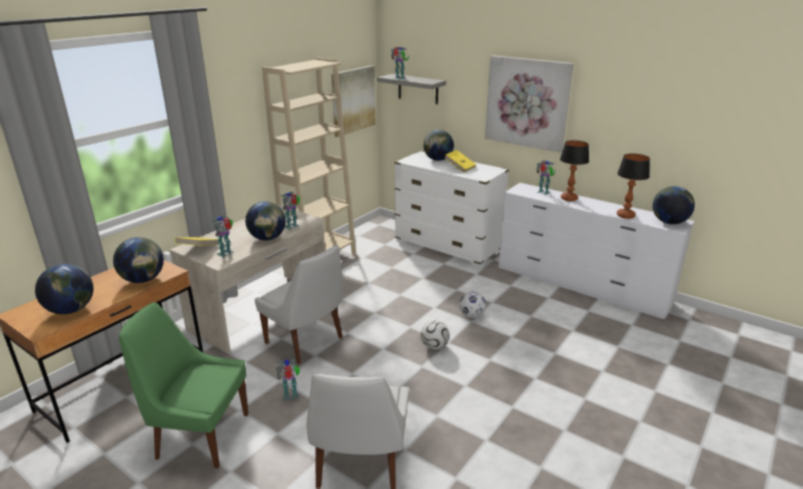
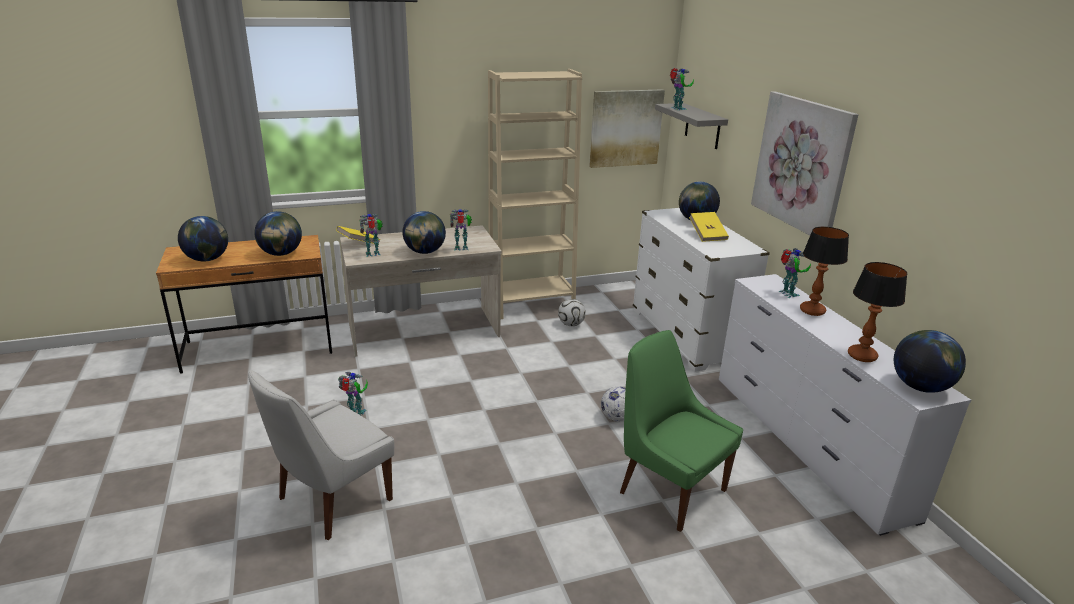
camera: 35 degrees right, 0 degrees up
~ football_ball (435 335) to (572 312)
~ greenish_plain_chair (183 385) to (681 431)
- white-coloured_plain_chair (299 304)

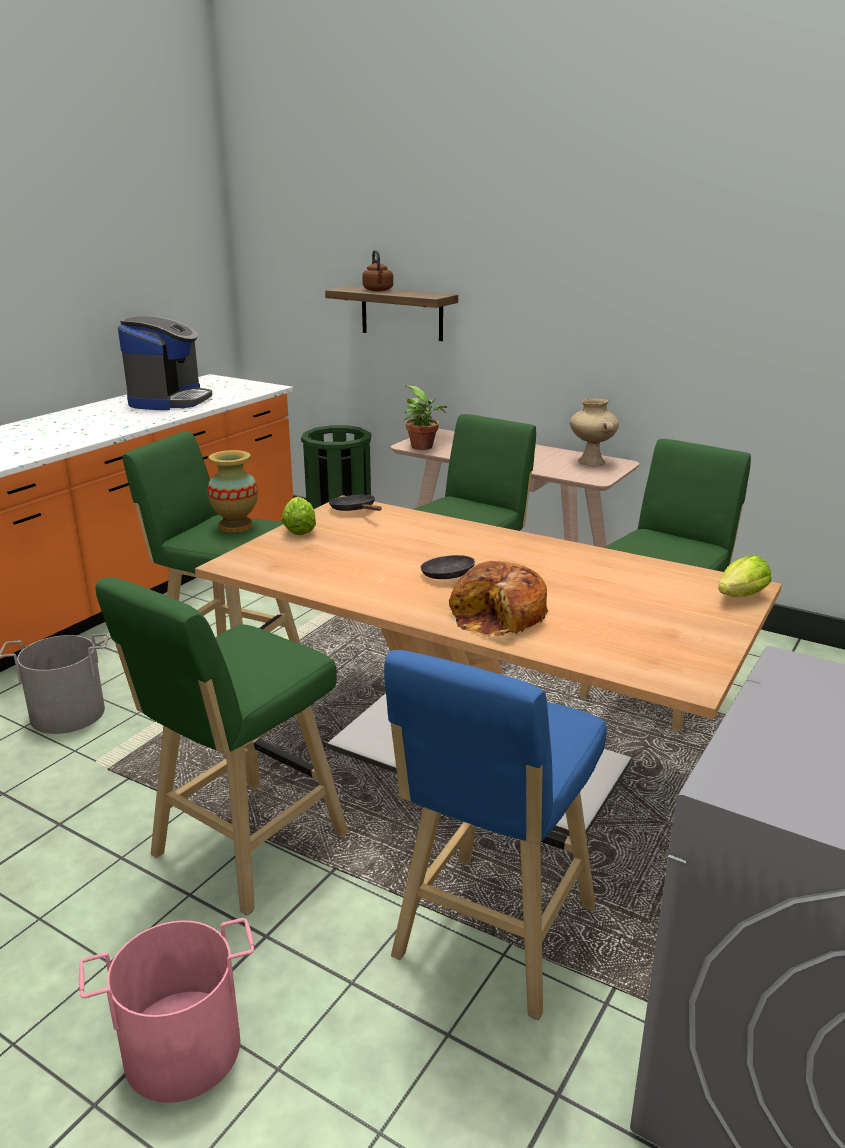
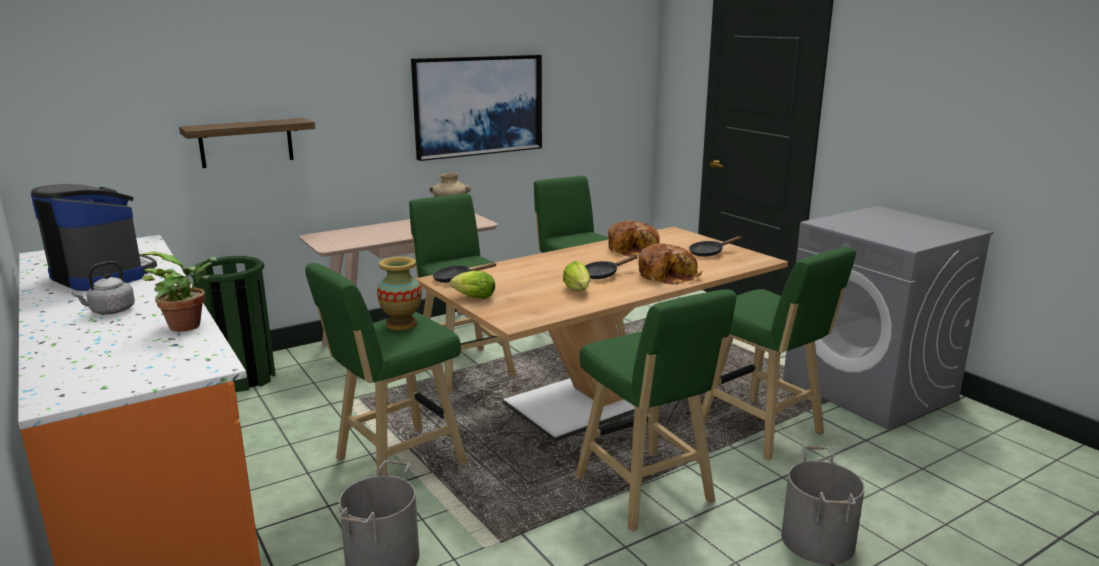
camera: 65 degrees left, 5 degrees down
+ greyish_tea_kettle (103 287)
~ plant_in_a_pot (426 417) to (178 291)
+ wall_picture (476 108)
~ head_of_lettuce (744 576) to (576 276)
+ bakery_bread (634 238)
+ black-coloured_skillet (715 246)
~ blue_stool_seat (495 835) to greenish_stool_seat (779 354)
~ pink_bucket (166 1010) to greyish_bucket (823 505)
- brown_tea_kettle (377 270)

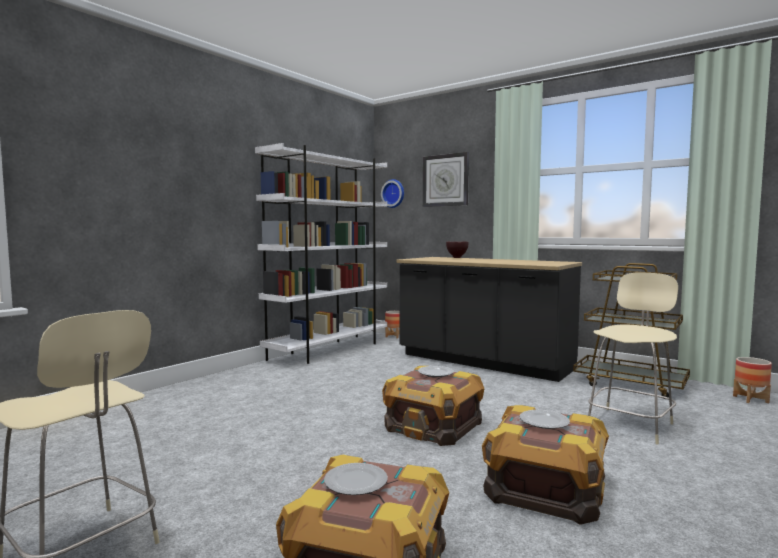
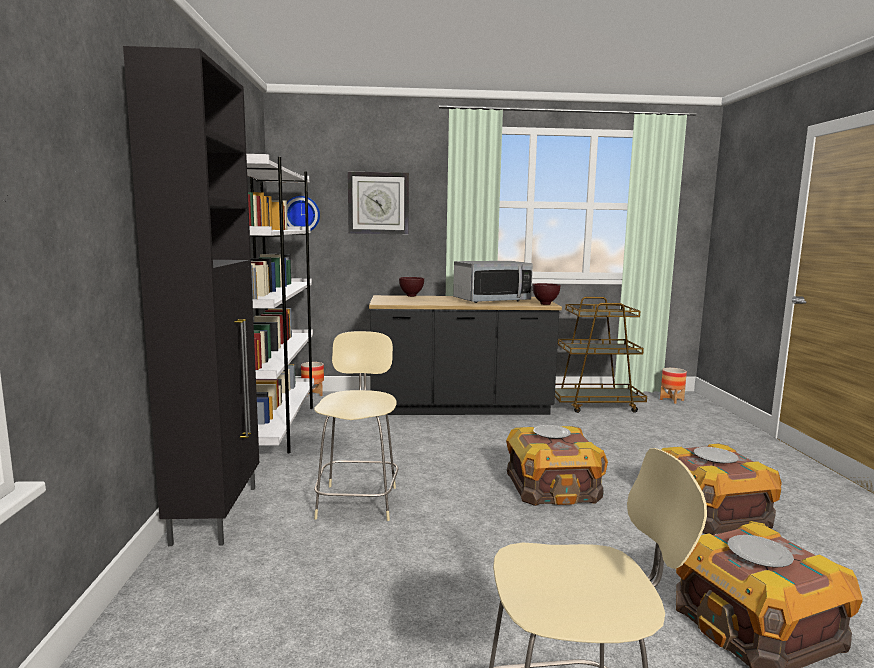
camera: 40 degrees left, 5 degrees up
+ black-coloured_cupboard (191 296)
~ sand-coloured_plain_chair (633 358) to (356 426)
+ kitchen_microwave (493 282)
+ brown_serving_bowl (546 294)

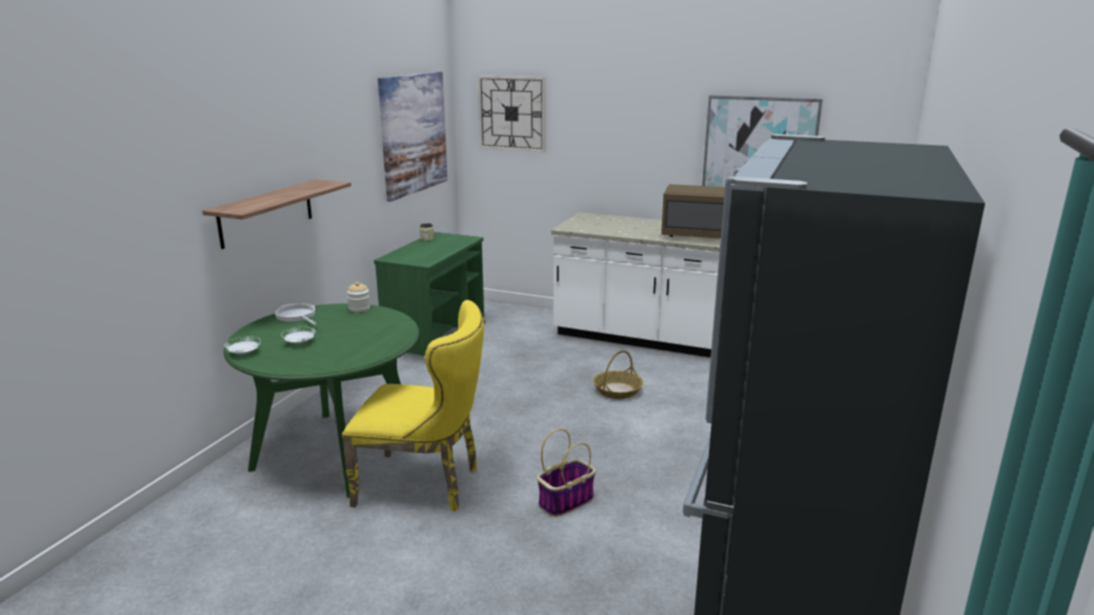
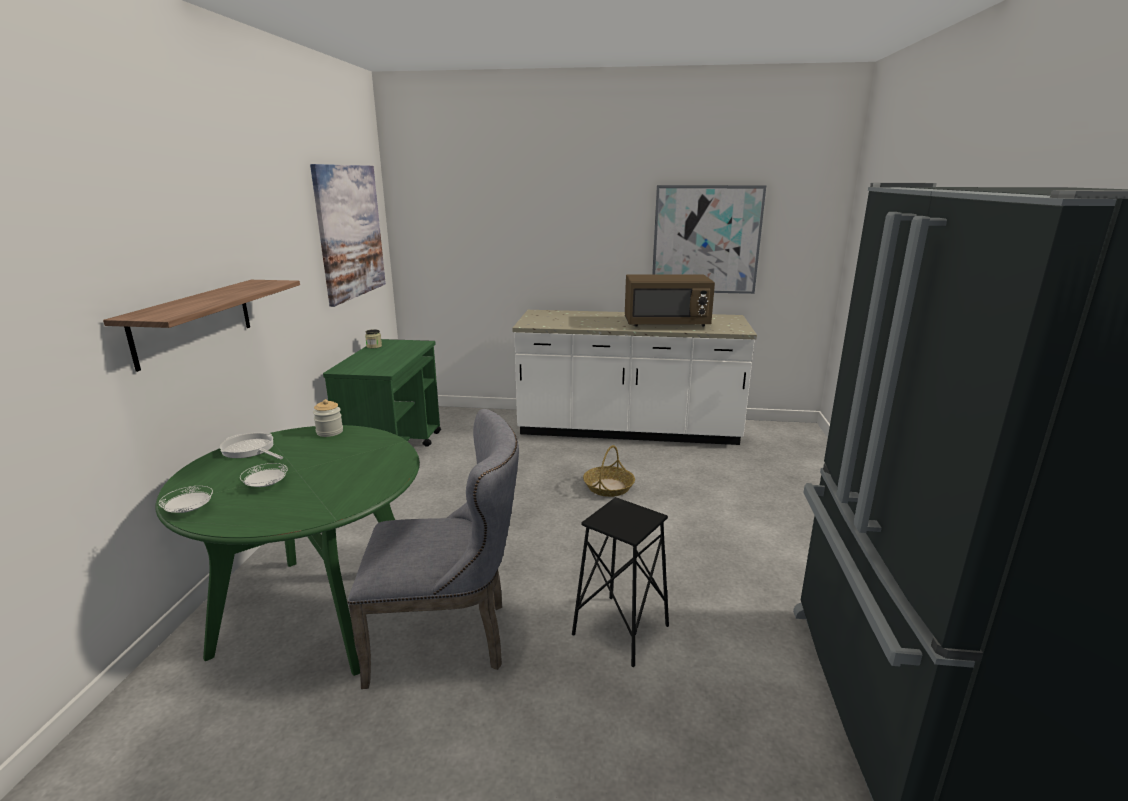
camera: 15 degrees left, 0 degrees up
~ yellow_plain_chair (413 406) to greyish_plain_chair (433 549)
~ basket (566 473) to black-coloured_stool_seat (620 582)
- hanging_clock (511 113)

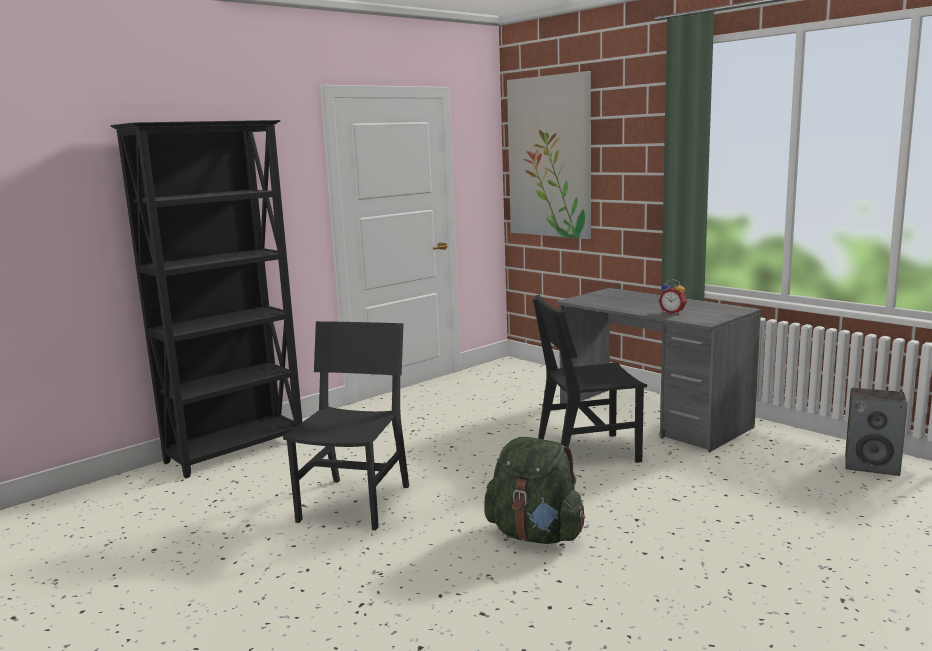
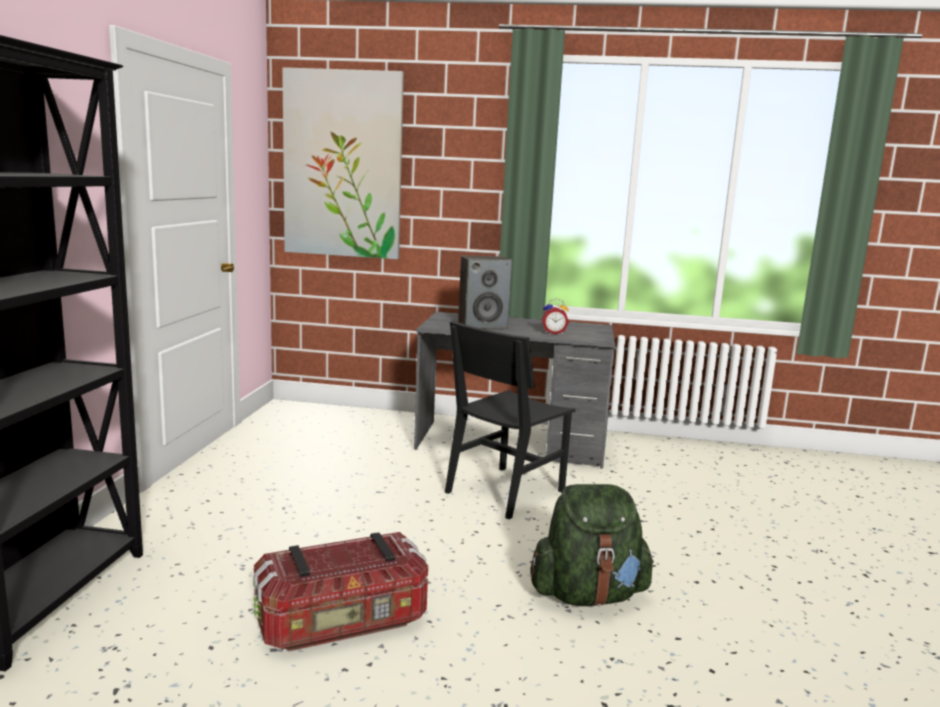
camera: 40 degrees left, 0 degrees up
~ black-coloured_plain_chair (346 425) to storage_box (340 591)
~ audio_speaker (876 432) to (485 292)

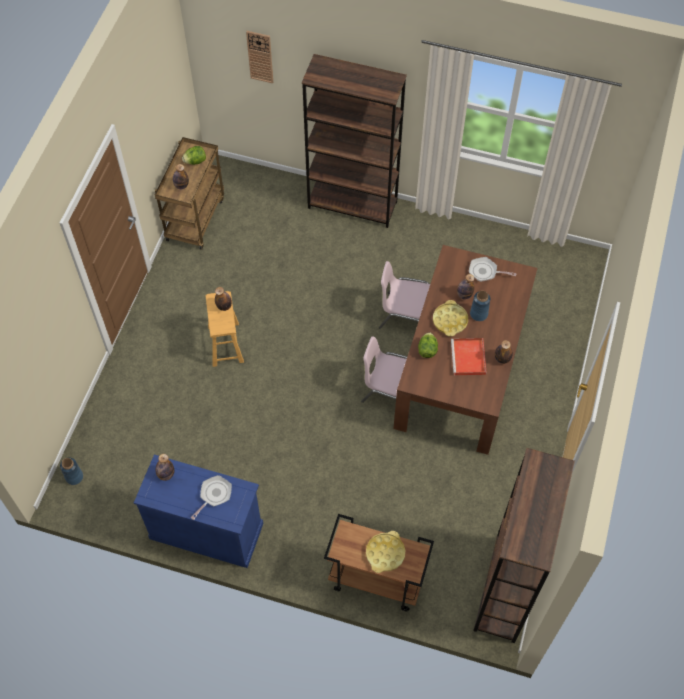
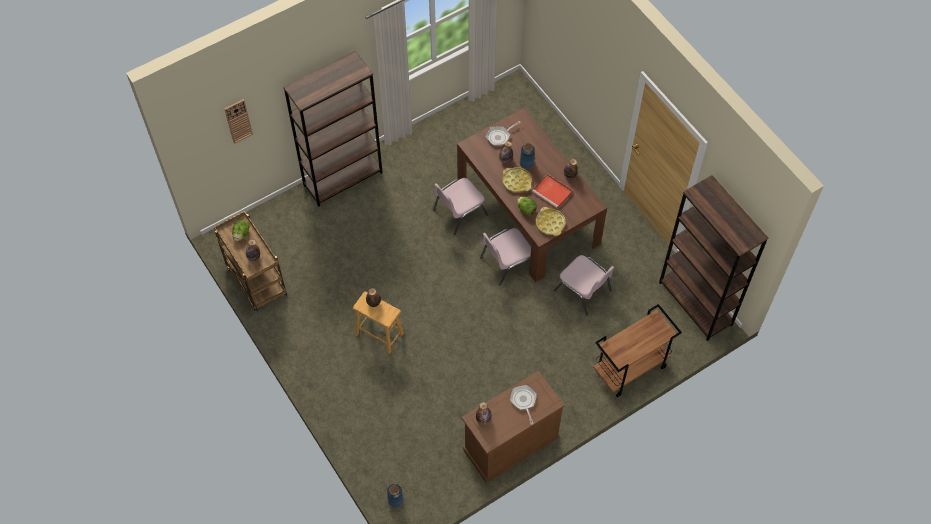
camera: 50 degrees left, 0 degrees up
~ blue_cupboard (198 511) to brown_cupboard (513 427)
~ yellow_tray (385 552) to (550 221)
+ pink_plain_chair (584 285)

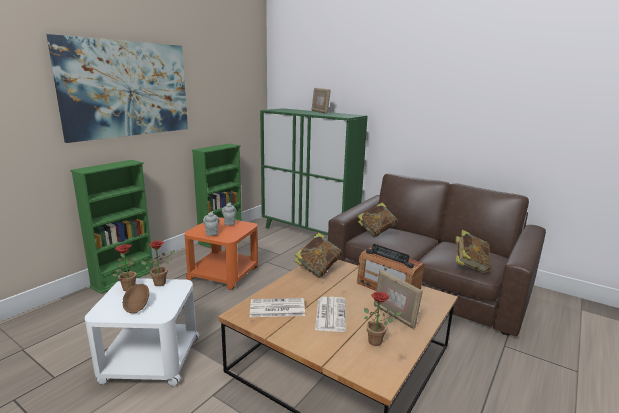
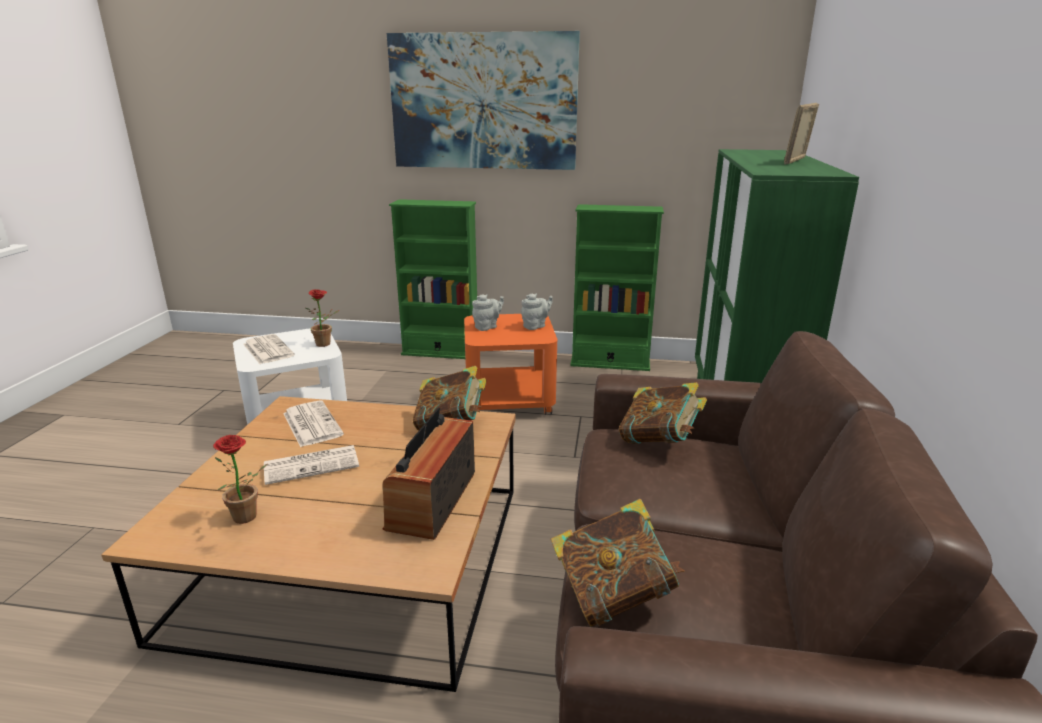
camera: 65 degrees right, 5 degrees up
~ brown_serving_bowl (135 298) to newspaper (269 349)
- plant_in_a_pot (125 268)
- standing_frame (398 299)

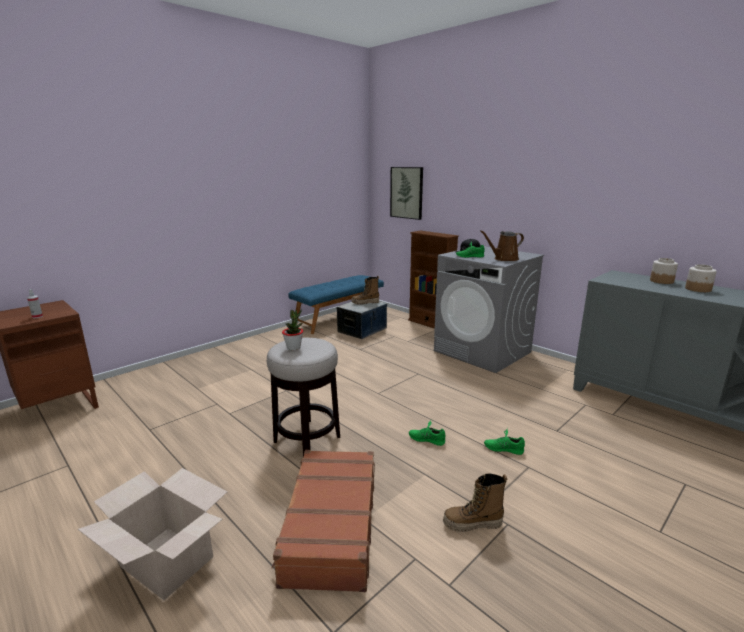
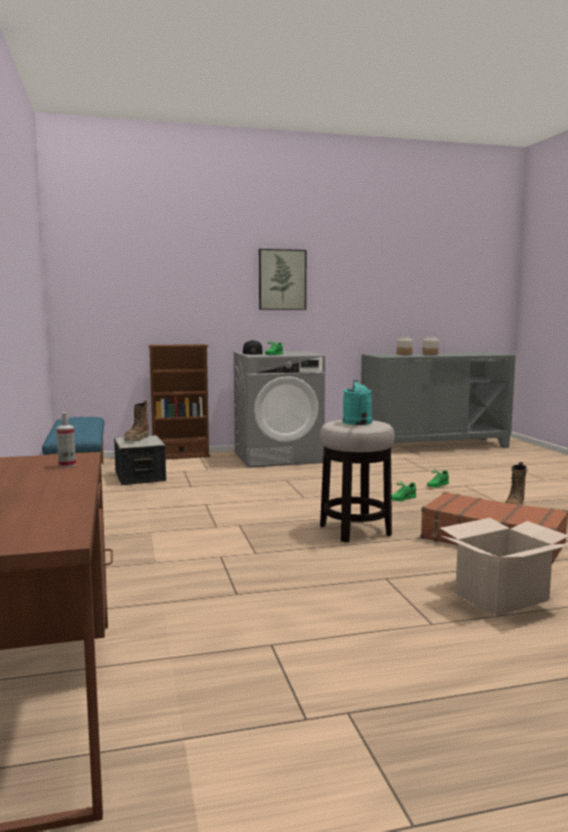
camera: 60 degrees left, 10 degrees down
~ wall_picture (406 193) to (282 279)
~ plant_in_a_pot (292 329) to turquoise-coloured_sprinkling_can (357 402)
- brown_sprinkling_can (502 245)

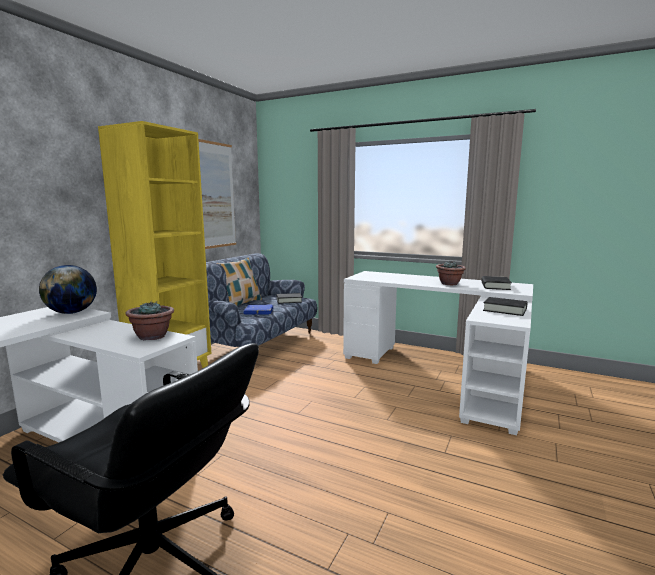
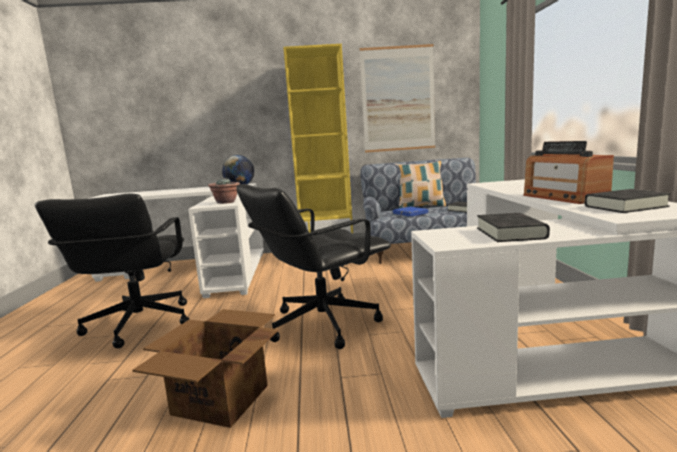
camera: 60 degrees right, 0 degrees up
+ cardboard_box (205 368)
+ black-coloured_office_chair (313 266)
~ plant_in_a_pot (451 273) to radio (568 172)

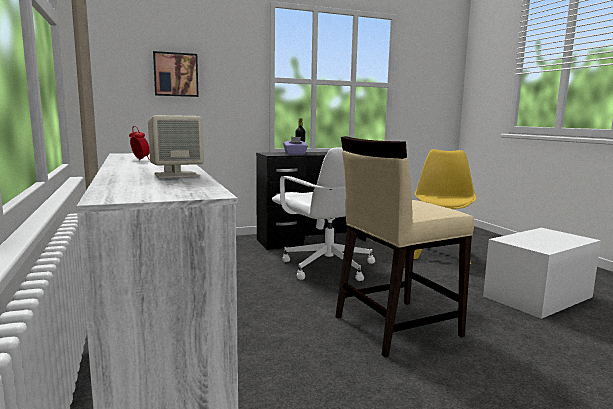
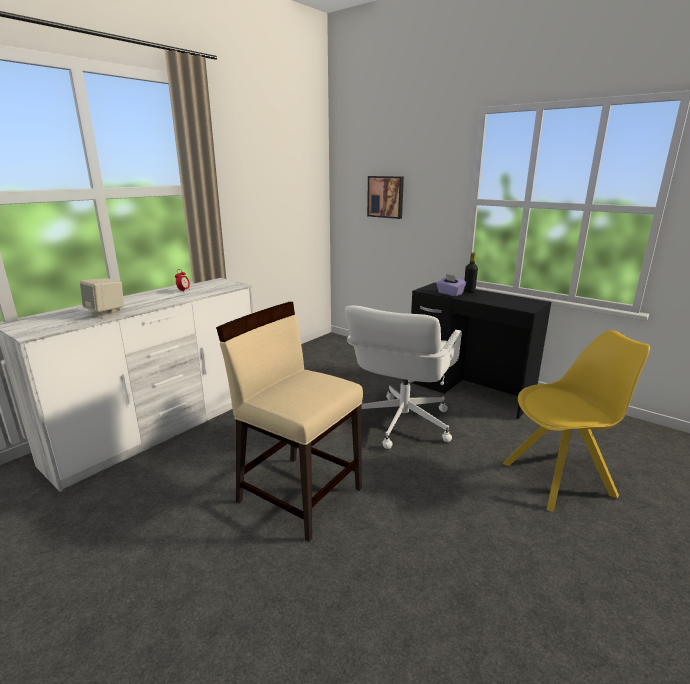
camera: 60 degrees right, 10 degrees up
- white-coloured_storage_box (542 273)

